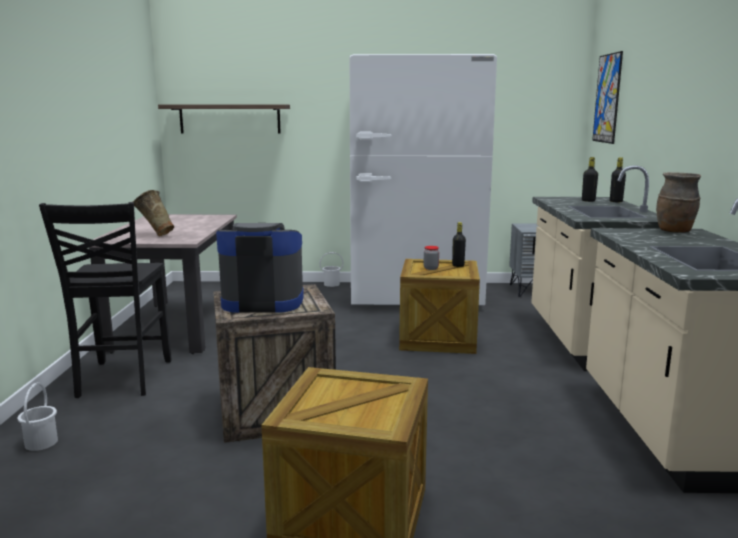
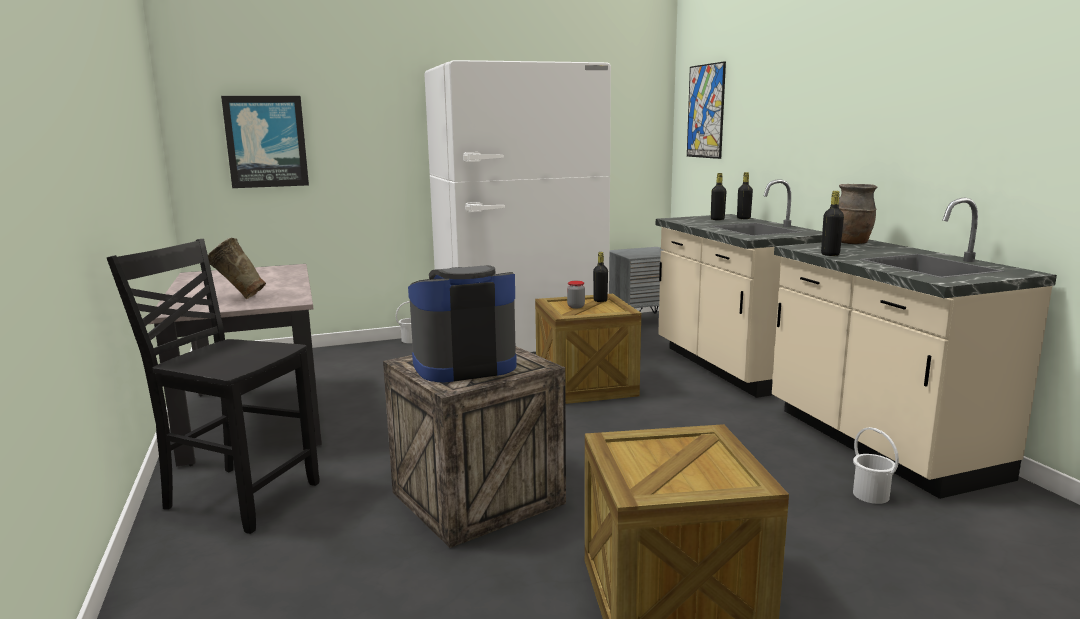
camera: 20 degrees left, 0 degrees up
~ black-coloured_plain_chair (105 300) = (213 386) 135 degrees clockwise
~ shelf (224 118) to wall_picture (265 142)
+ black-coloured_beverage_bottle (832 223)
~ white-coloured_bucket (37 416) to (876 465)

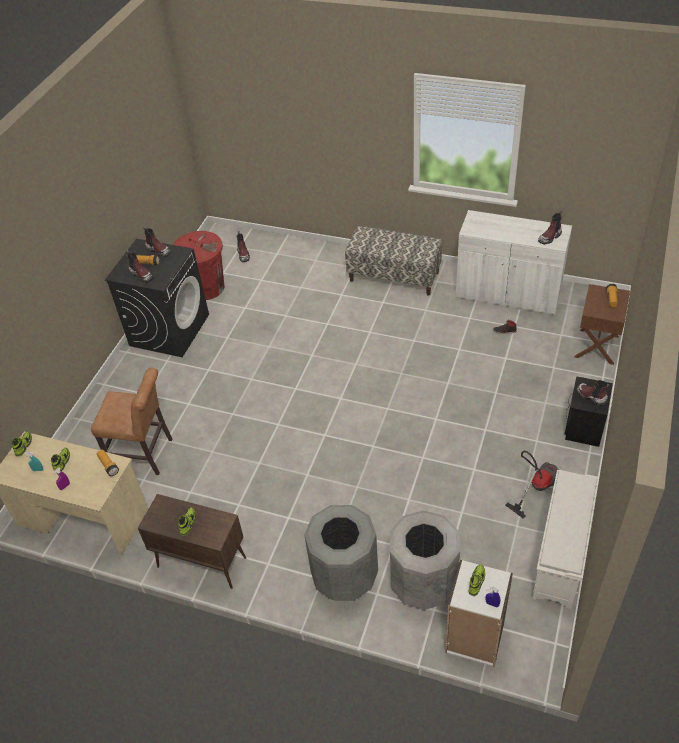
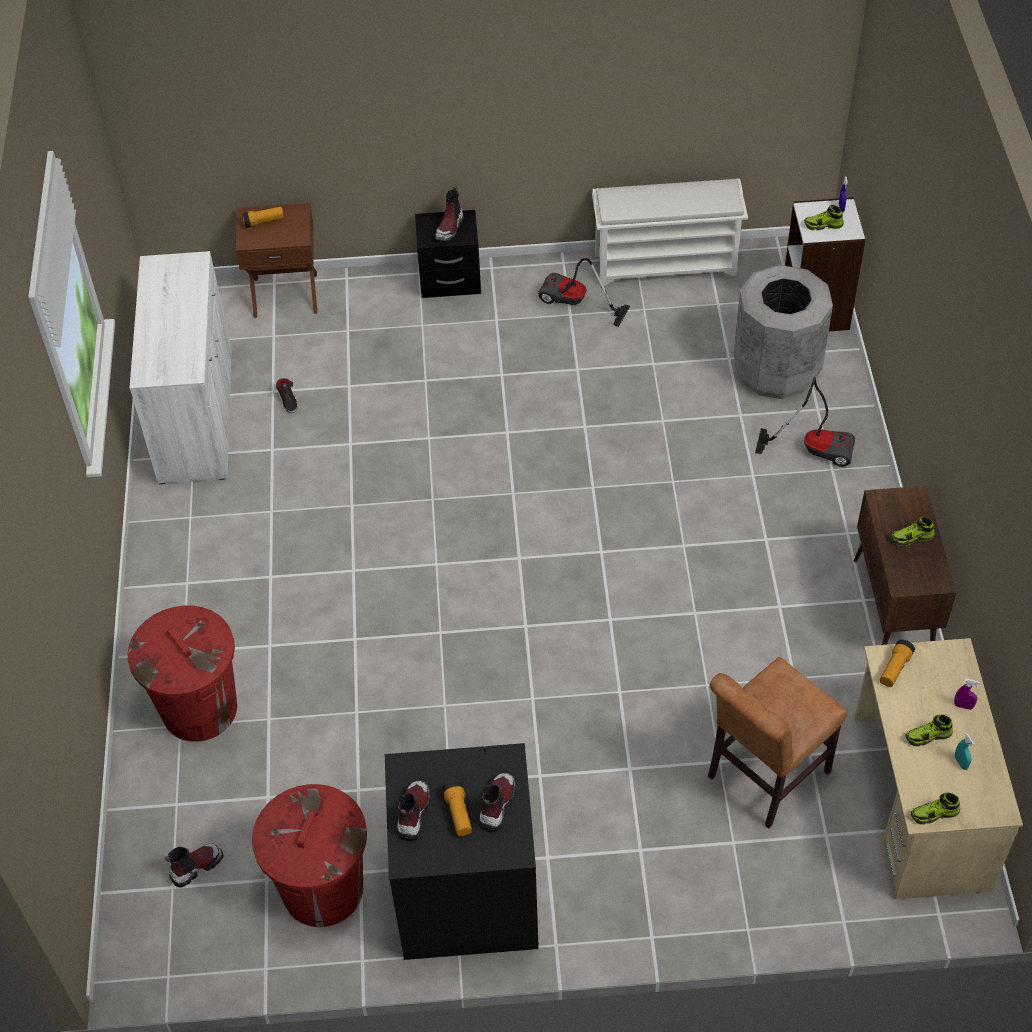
camera: 115 degrees left, 5 degrees up
+ red_trash_can (182 673)
~ brown_plain_chair (132 421) = (777 743) 120 degrees counterclockwise
~ greyish_trash_can (341 553) to vacuum (805 422)
- long_seat (393 261)
- high-top_boot (550 227)

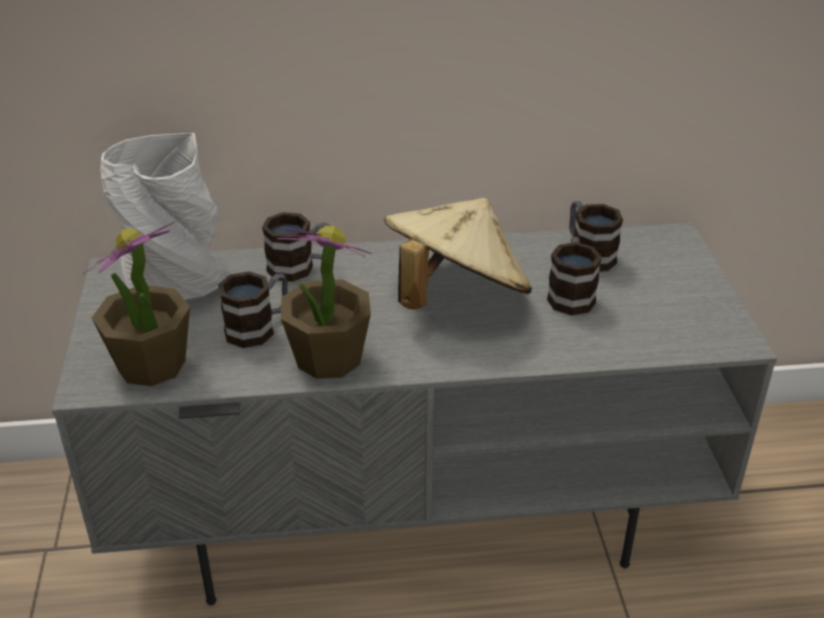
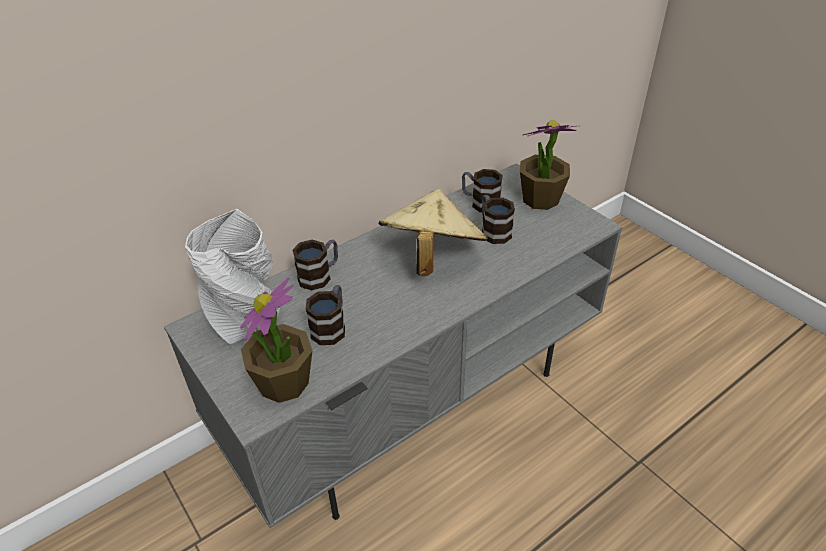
camera: 30 degrees left, 5 degrees up
~ plant_in_a_pot (325 302) to (548 165)

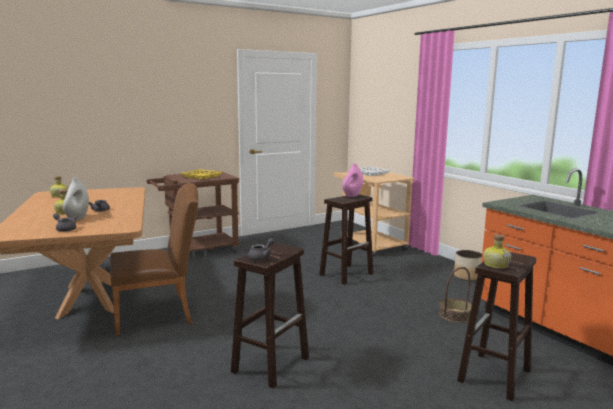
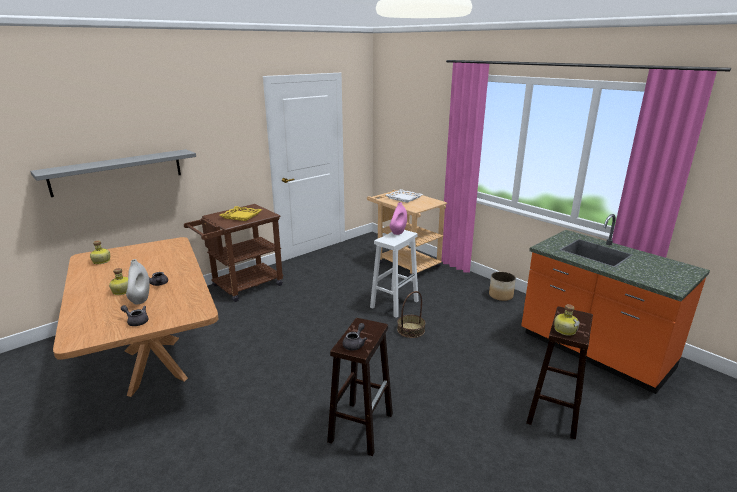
camera: 10 degrees left, 10 degrees up
+ greyish_shelf (113 173)
~ brown_stool_seat (346 239) to white-coloured_stool_seat (394 274)
~ basket (455 295) to (411 314)
- brown_plain_chair (154 259)

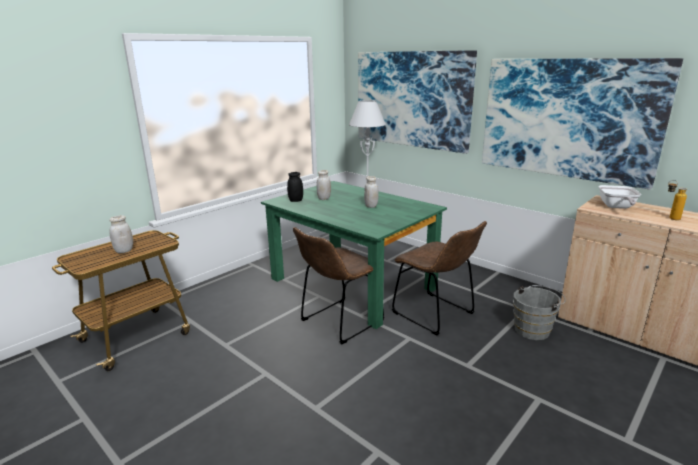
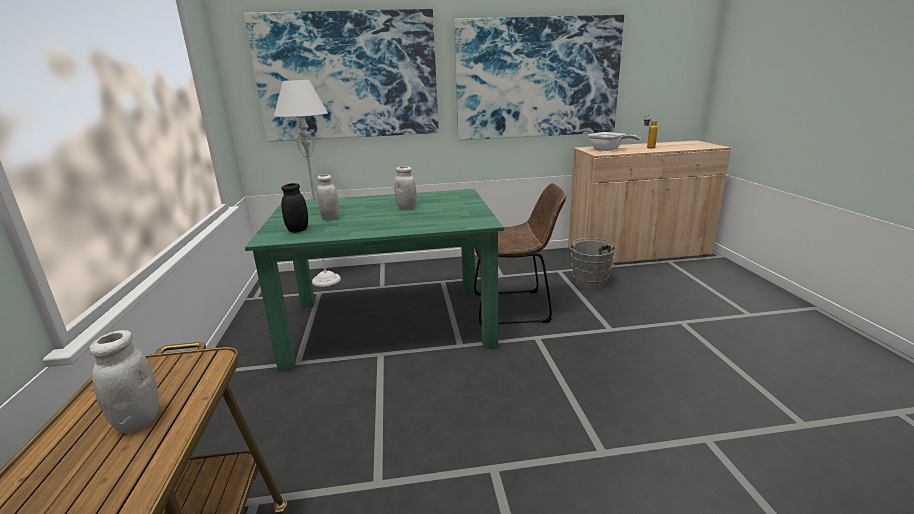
camera: 50 degrees left, 0 degrees up
- brown_plain_chair (338 285)

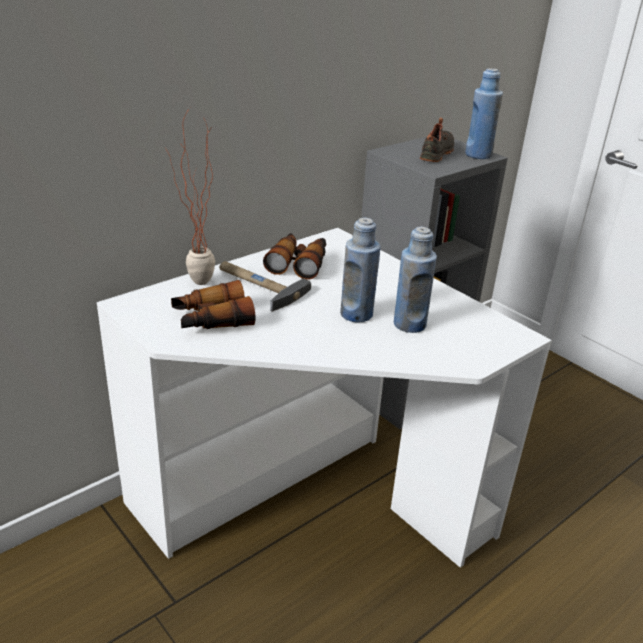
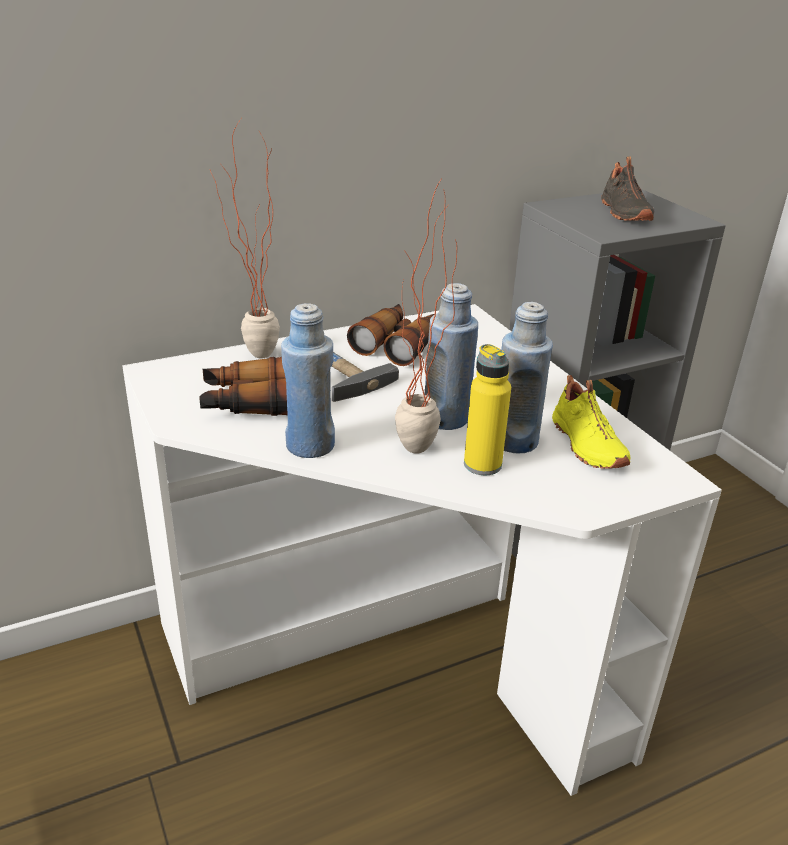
camera: 15 degrees right, 0 degrees up
~ blue_beverage_bottle (484 113) to (308 380)
+ plant_in_a_pot (426 316)
+ yellow_beverage_bottle (487 409)
+ yellow_shoe (591 422)
~ black-coloured_shoe (437 139) = (627 188) 135 degrees clockwise

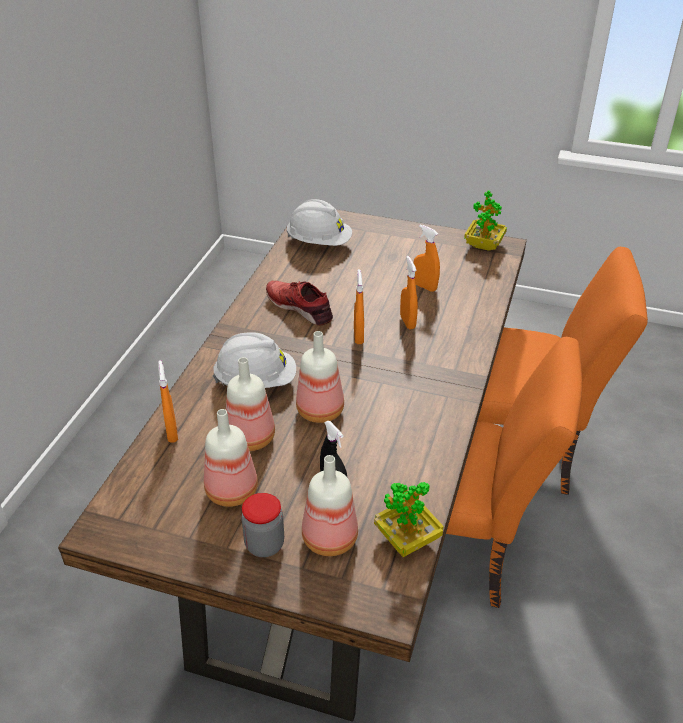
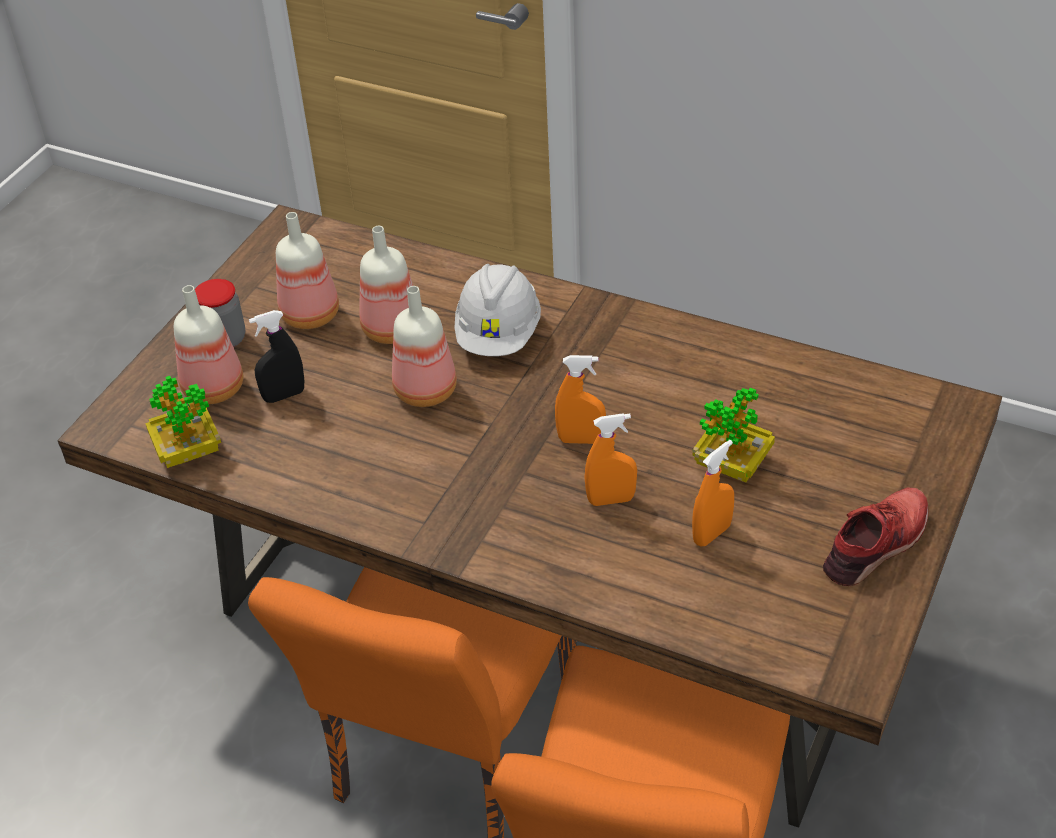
camera: 100 degrees right, 5 degrees up
~ plant_in_a_pot (485 220) to (734 435)
~ red_shoe (299 303) to (875 536)
- orangey_spray_bottle (168 401)
- white-coloured_work_helmet (319 222)

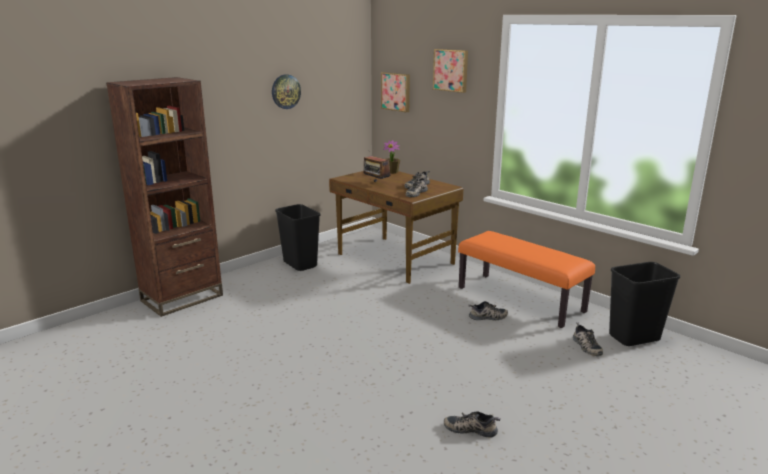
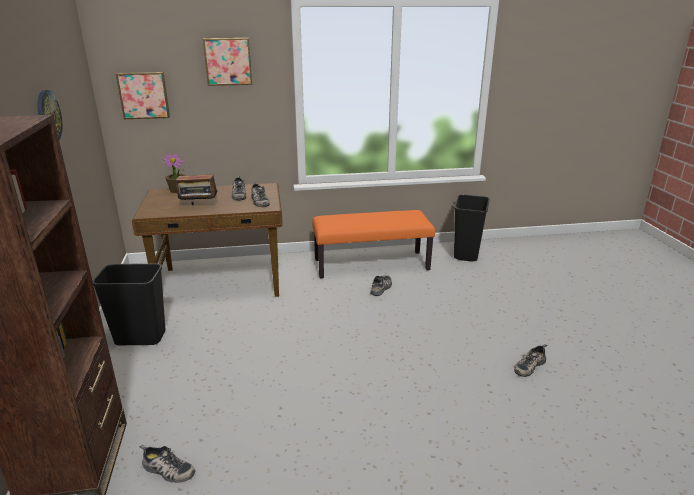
camera: 55 degrees left, 5 degrees up
~ shoe (588 339) to (167 464)

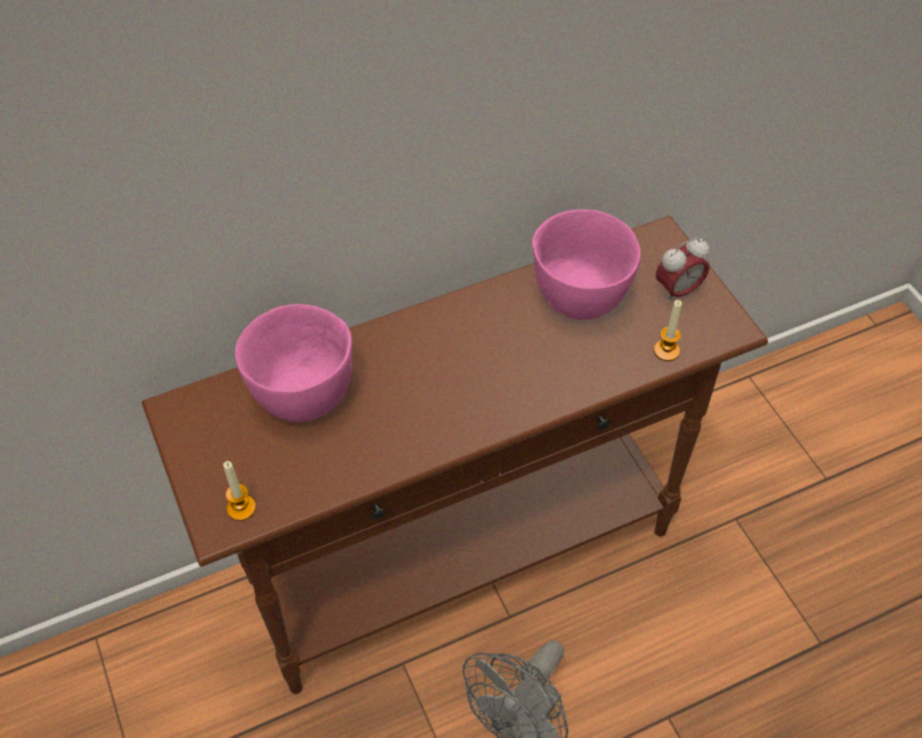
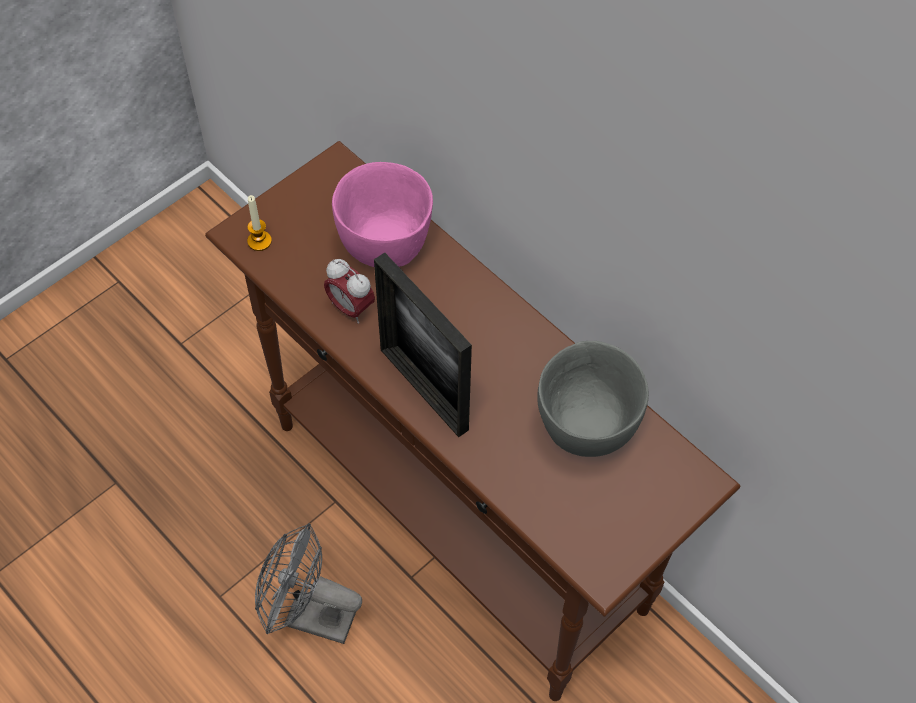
camera: 70 degrees right, 5 degrees up
~ bedside_clock (682 271) to (349 291)
+ standing_frame (423 345)
~ pink_serving_bowl (586 264) to greyish_serving_bowl (593 399)
- candle (668 330)

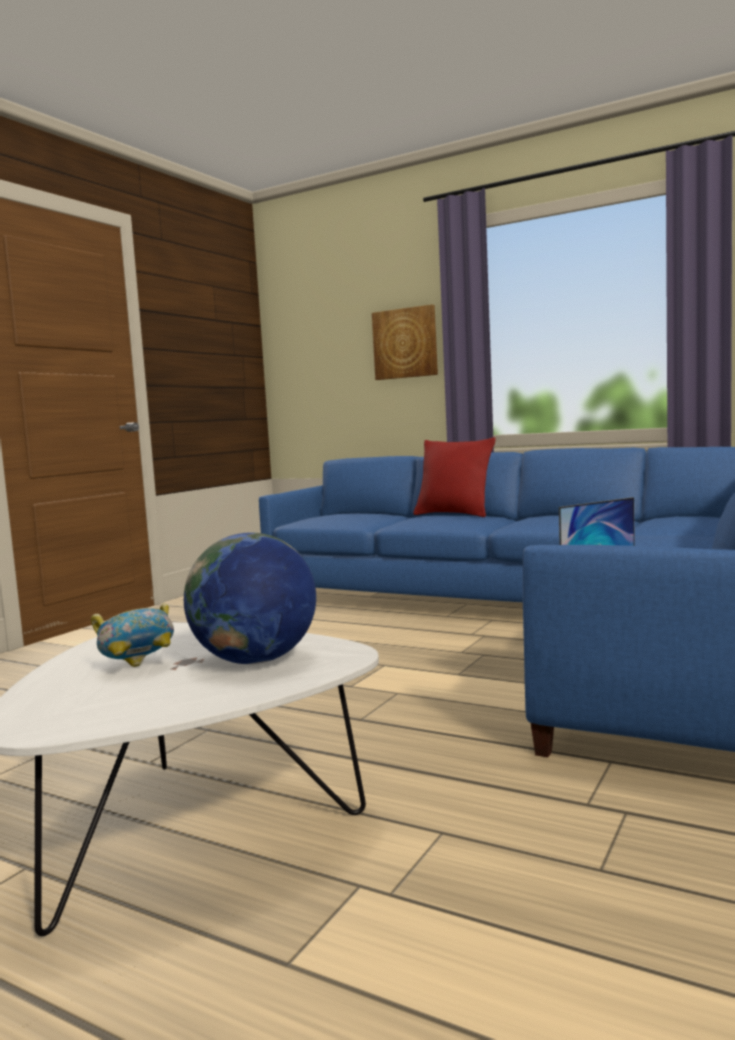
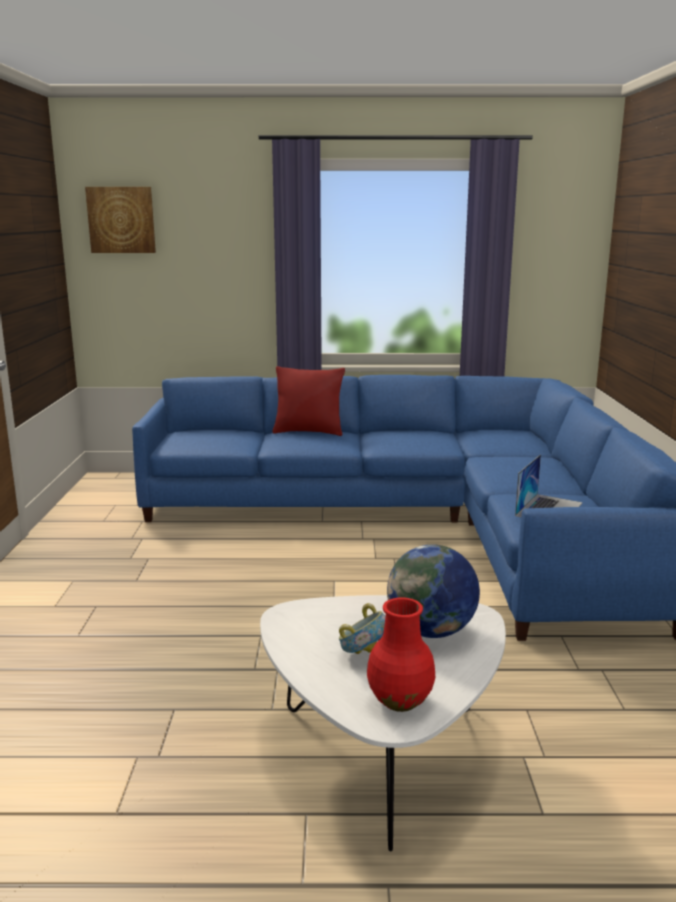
camera: 30 degrees left, 10 degrees up
~ wall_picture (405 342) to (120 220)
+ red_vase (401 654)

